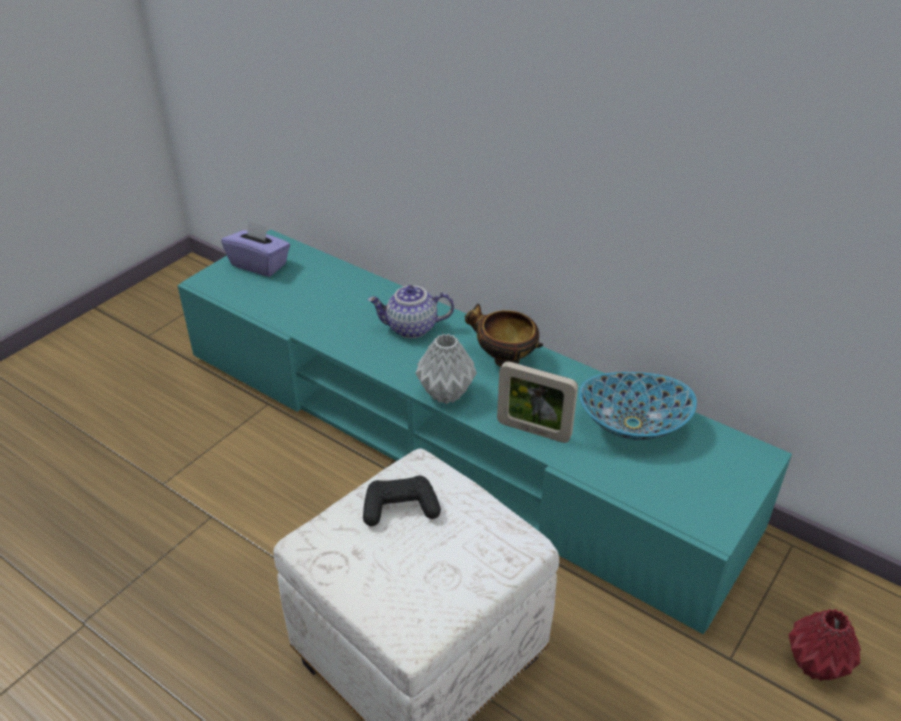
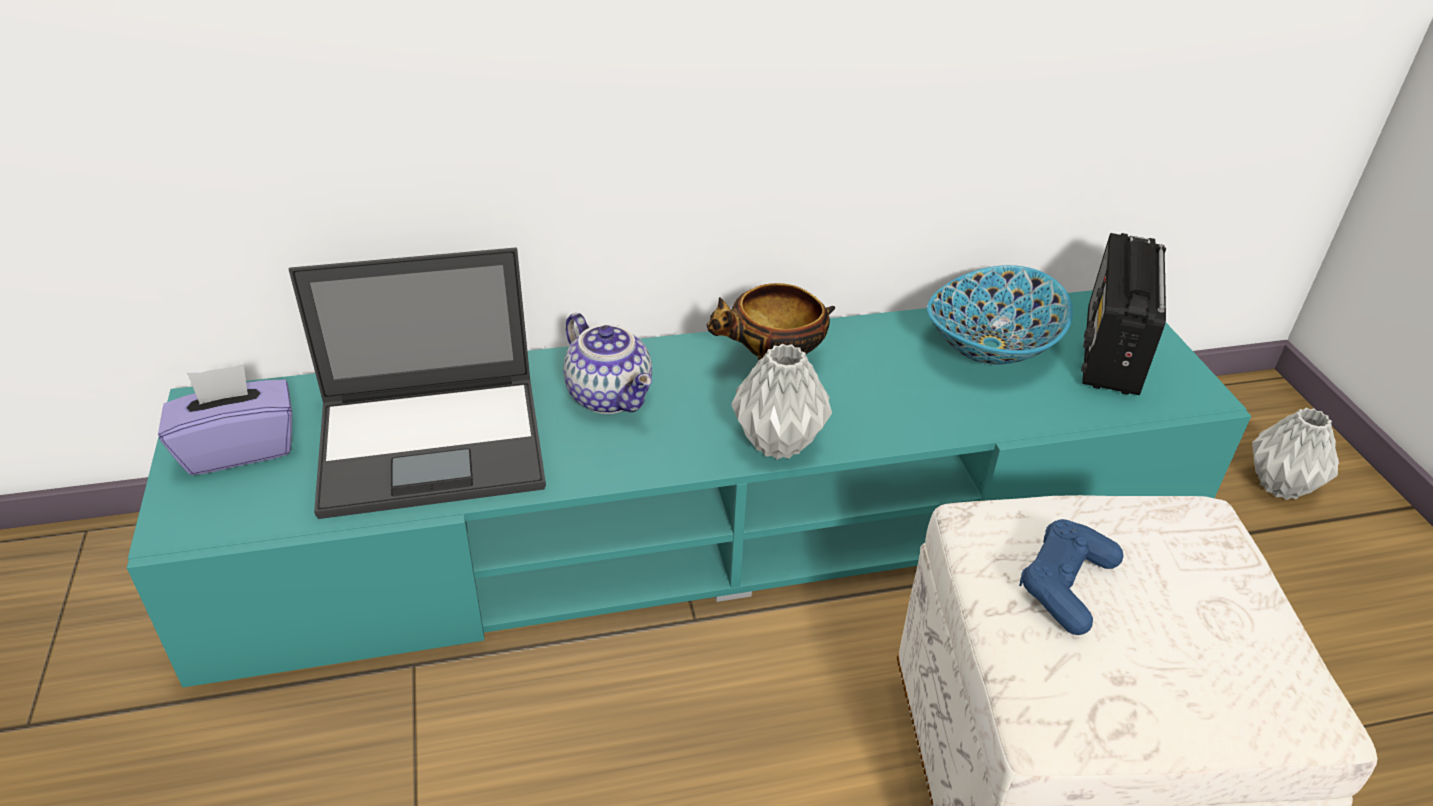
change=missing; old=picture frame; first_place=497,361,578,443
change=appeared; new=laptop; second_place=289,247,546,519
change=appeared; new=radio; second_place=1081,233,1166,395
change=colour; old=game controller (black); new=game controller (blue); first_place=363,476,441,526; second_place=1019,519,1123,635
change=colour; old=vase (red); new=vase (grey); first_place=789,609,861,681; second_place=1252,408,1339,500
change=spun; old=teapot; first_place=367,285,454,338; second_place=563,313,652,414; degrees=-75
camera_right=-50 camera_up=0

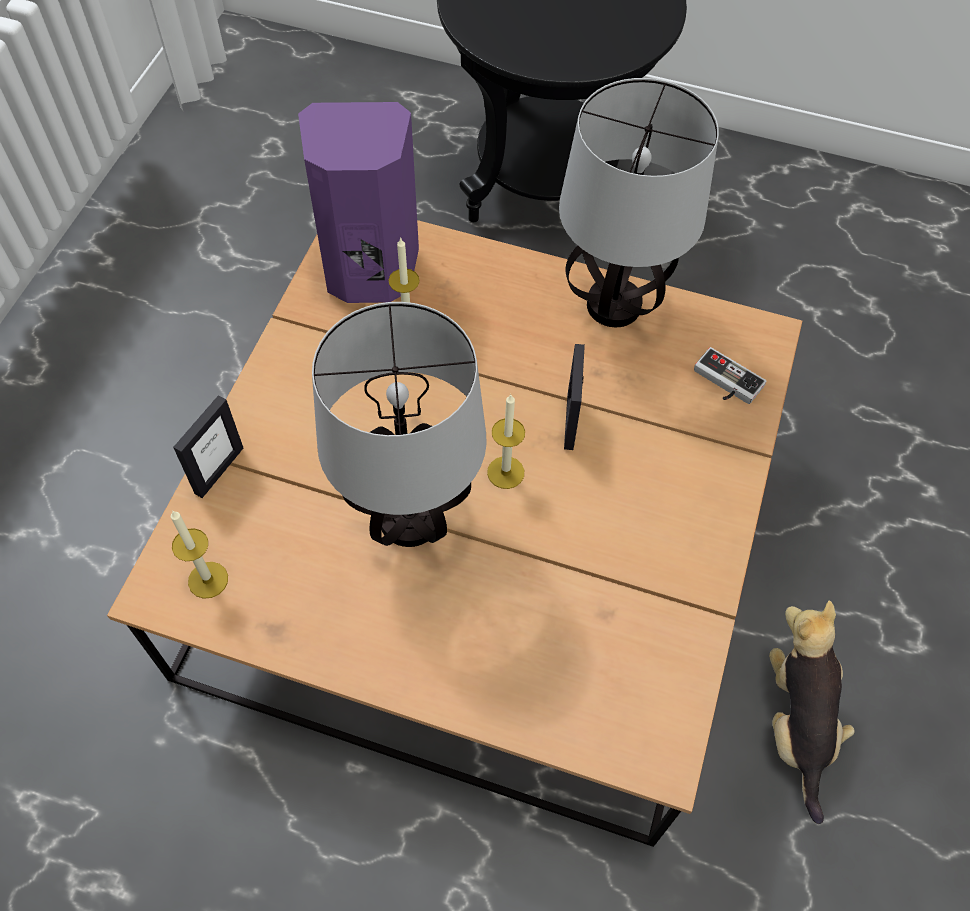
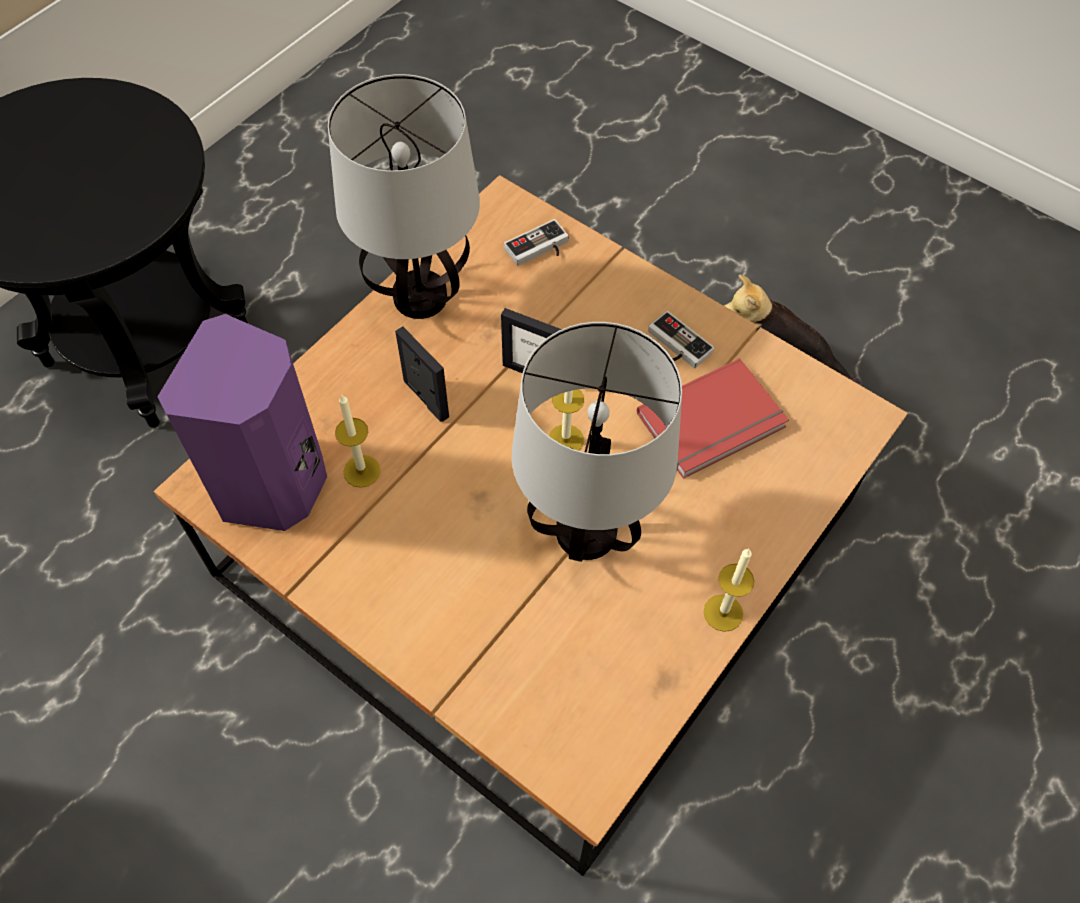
change=appeared; new=book (red); second_place=637,358,789,479
change=appeared; new=game controller; second_place=648,311,715,368
change=relocated; old=candle; first_place=171,510,228,599; second_place=704,549,754,632
change=relocated; old=picture frame; first_place=173,395,243,498; second_place=395,326,449,422
camera_right=-70 camera_up=0

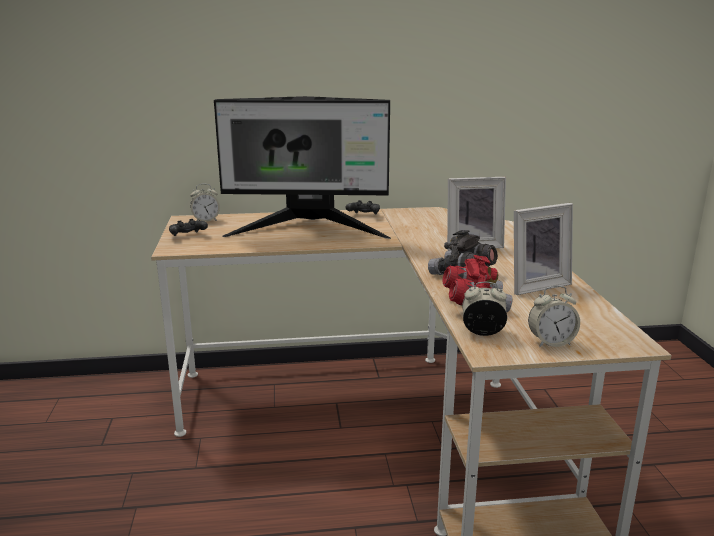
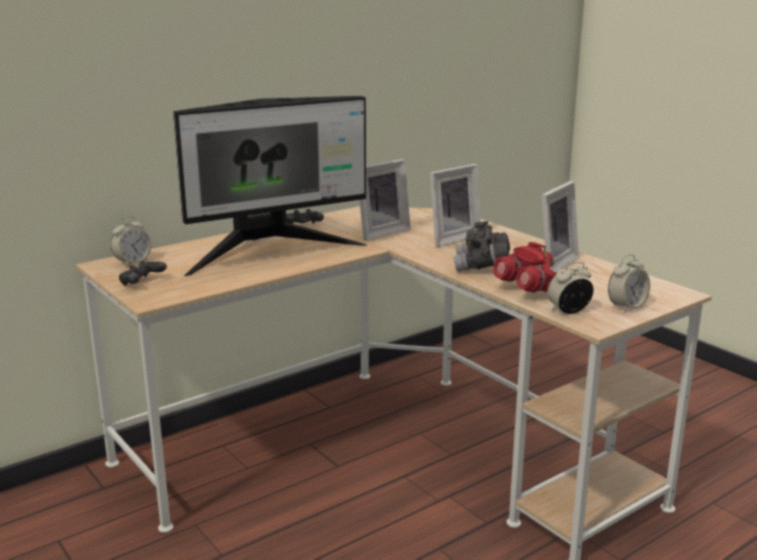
change=appeared; new=picture frame; second_place=360,159,411,241
camera_right=-30 camera_up=0

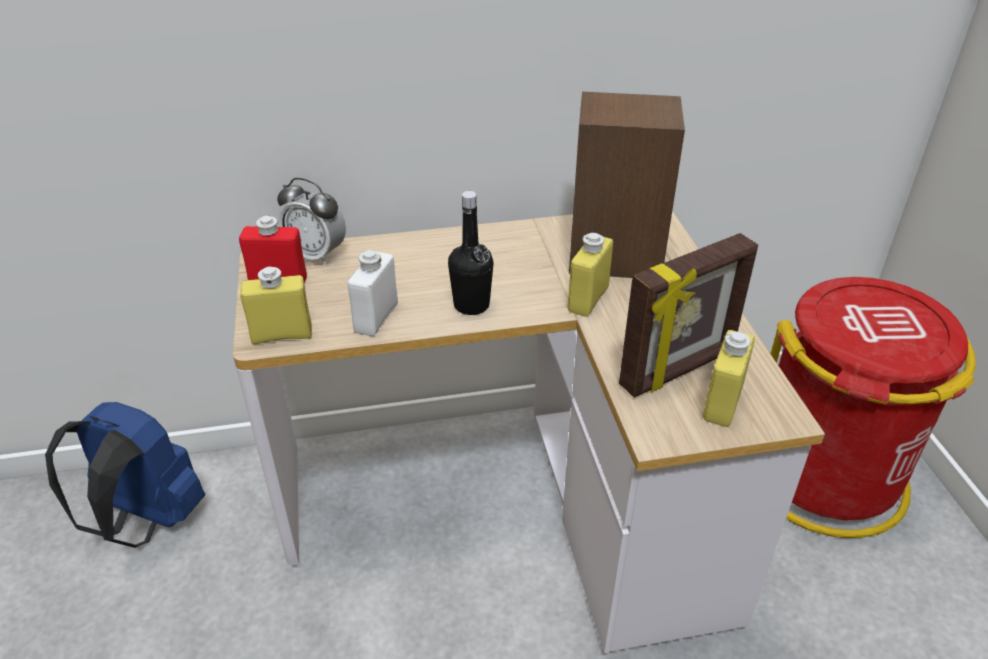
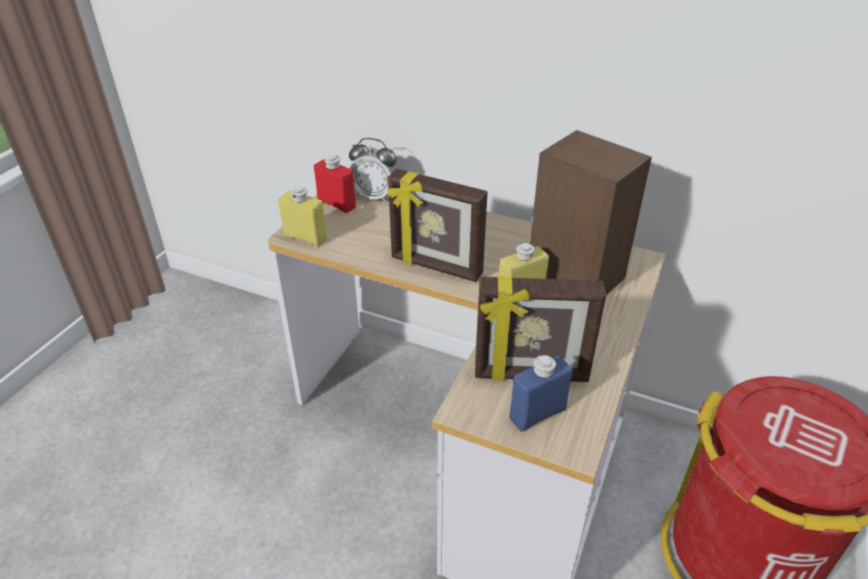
change=missing; old=backpack (blue); first_place=45,402,205,548
change=missing; old=bottle (white); first_place=348,250,398,336
change=exchanged; old=bottle (black); new=picture frame; first_place=448,191,494,315; second_place=387,169,488,282
change=colour; old=bottle (yellow); new=bottle (blue); first_place=703,330,755,427; second_place=510,355,573,431
change=spun; old=alarm clock; first_place=277,178,346,265; second_place=349,138,398,202; degrees=-45
camera_right=35 camera_up=0

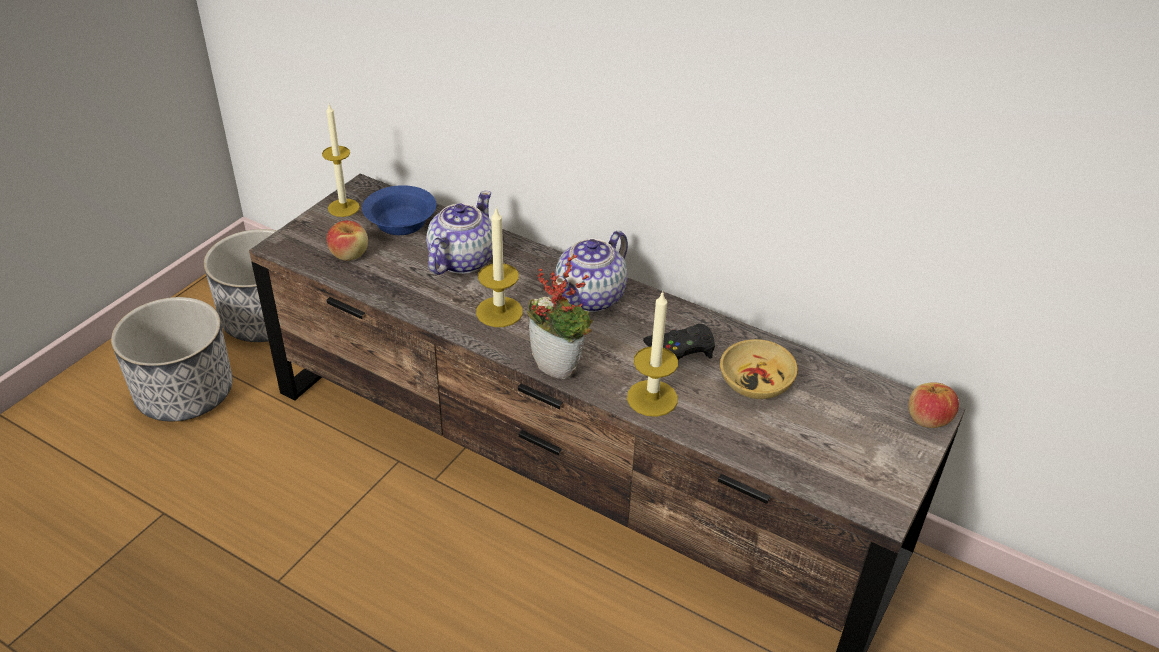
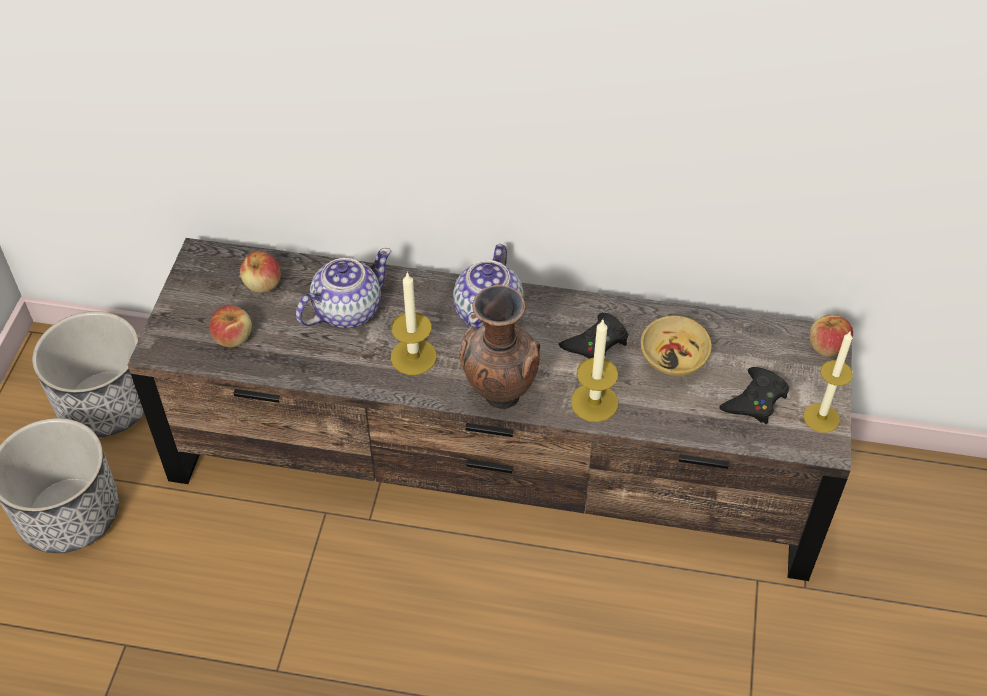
change=appeared; new=game controller (black); second_place=719,367,789,424
change=relocated; old=candle; first_place=322,104,360,217; second_place=804,332,853,433
change=exchanged; old=bowl (blue); new=apple; first_place=362,185,437,235; second_place=240,251,281,293
change=exchanged; old=potted plant; new=vase (brown); first_place=526,254,593,379; second_place=460,284,540,409
change=spun; old=teapot; first_place=426,191,493,275; second_place=296,248,391,328; degrees=45
camera_right=-20 camera_up=10

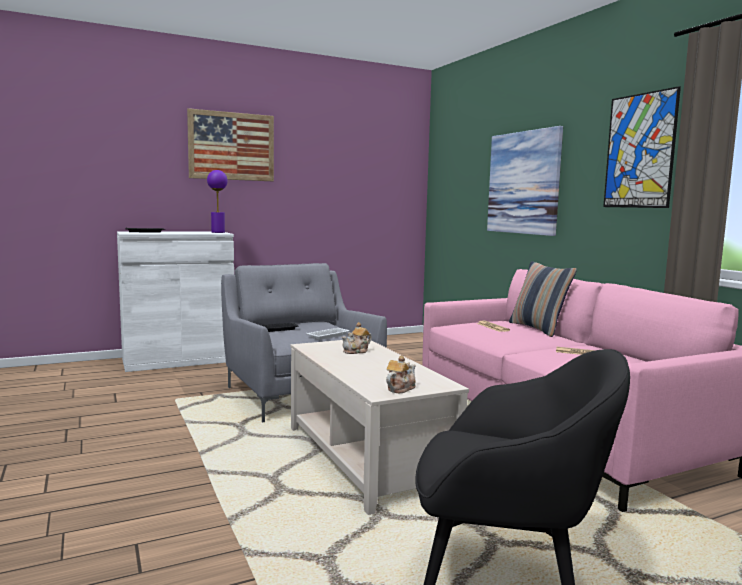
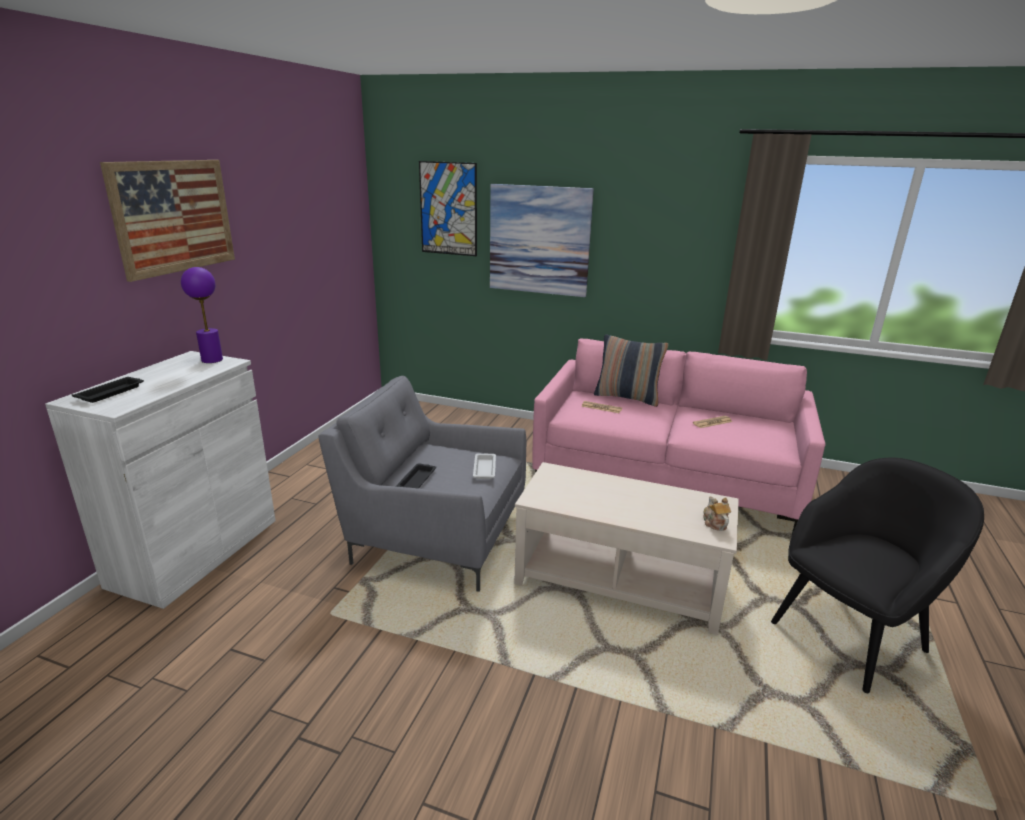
change=missing; old=teapot; first_place=341,322,372,354
change=relocated; old=picture; first_place=603,86,681,208; second_place=419,161,477,256
camera_right=-45 camera_up=15

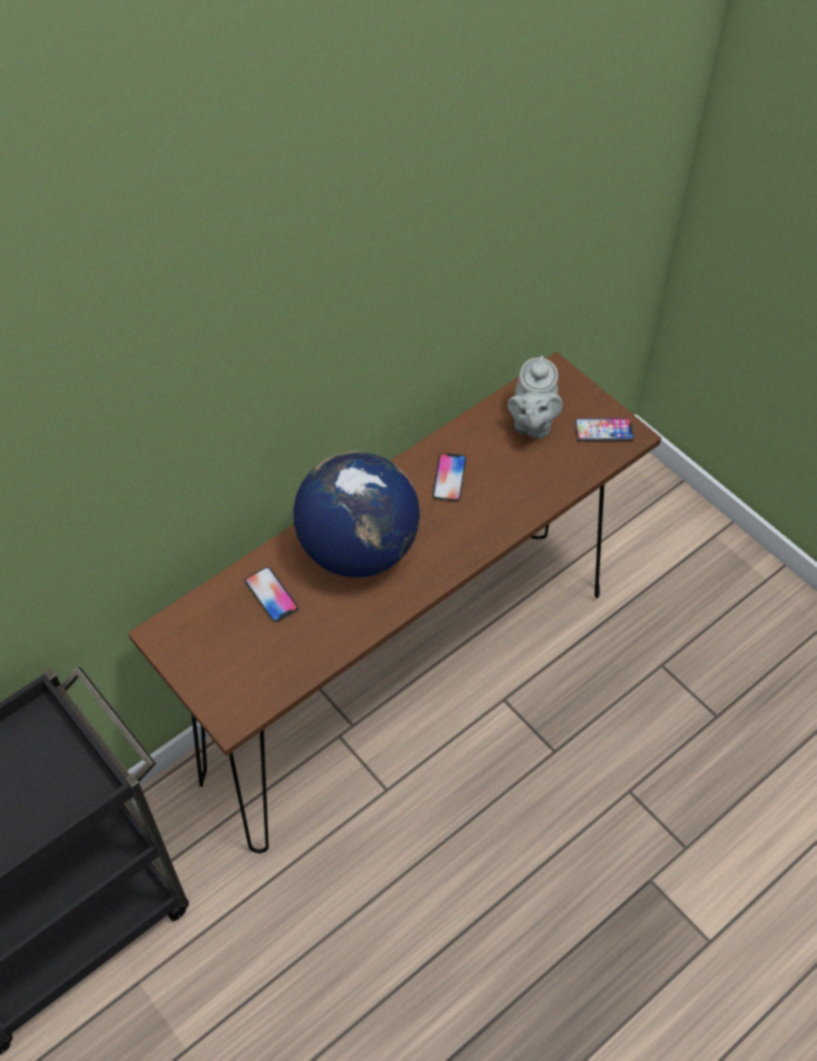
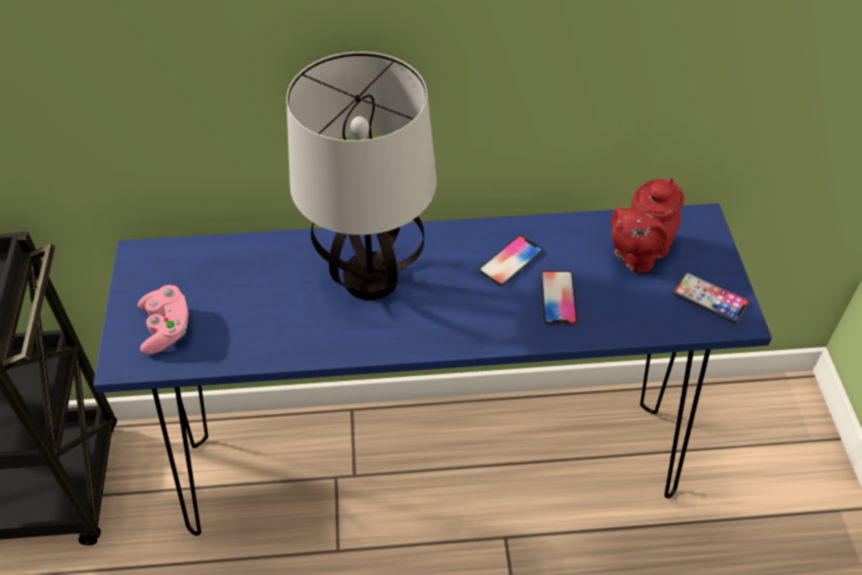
change=appeared; new=game controller (pink); second_place=138,285,189,354
change=relocated; old=phone; first_place=245,567,299,622; second_place=540,271,578,325
change=exchanged; old=globe; new=table lamp; first_place=293,451,420,578; second_place=286,52,436,300
change=colour; old=console table (brown); new=console table (blue); first_place=128,352,661,853; second_place=93,203,772,536
change=colour; old=teapot (grey); new=teapot (red); first_place=508,356,563,439; second_place=611,178,684,273
camera_right=35 camera_up=-5

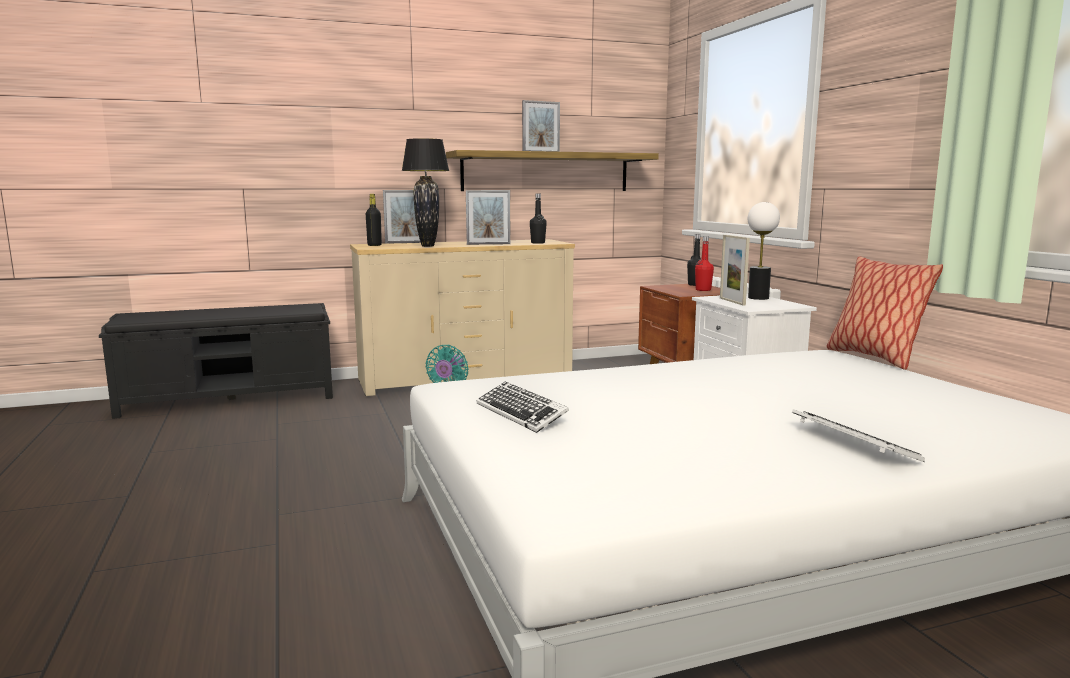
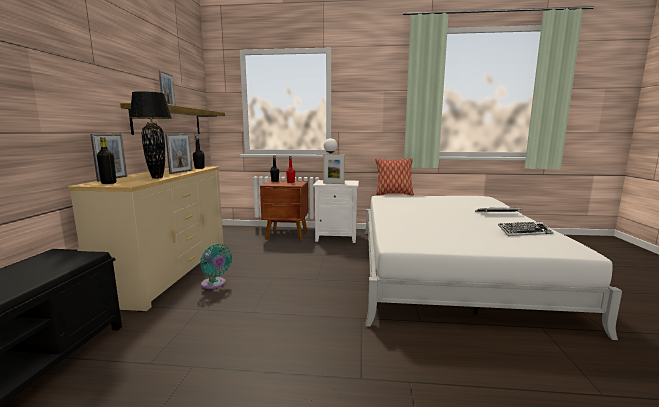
change=relocated; old=keyboard; first_place=477,382,569,433; second_place=498,222,554,236
camera_right=-65 camera_up=0

